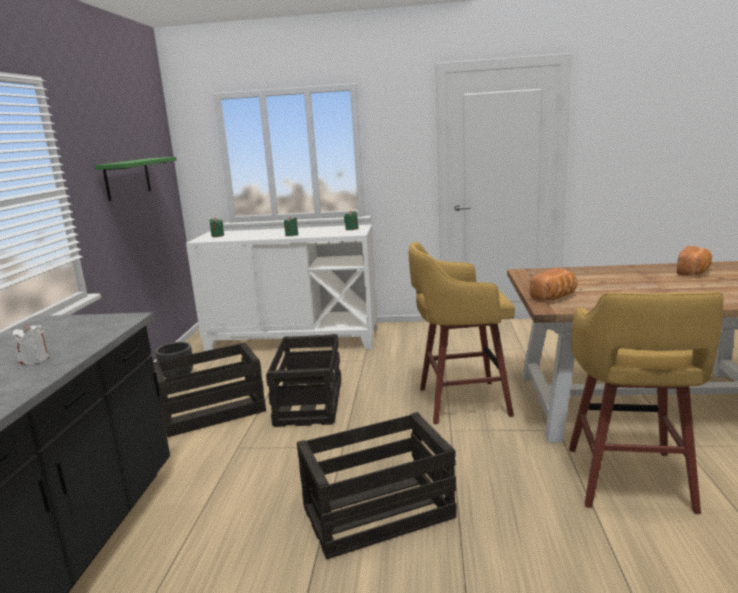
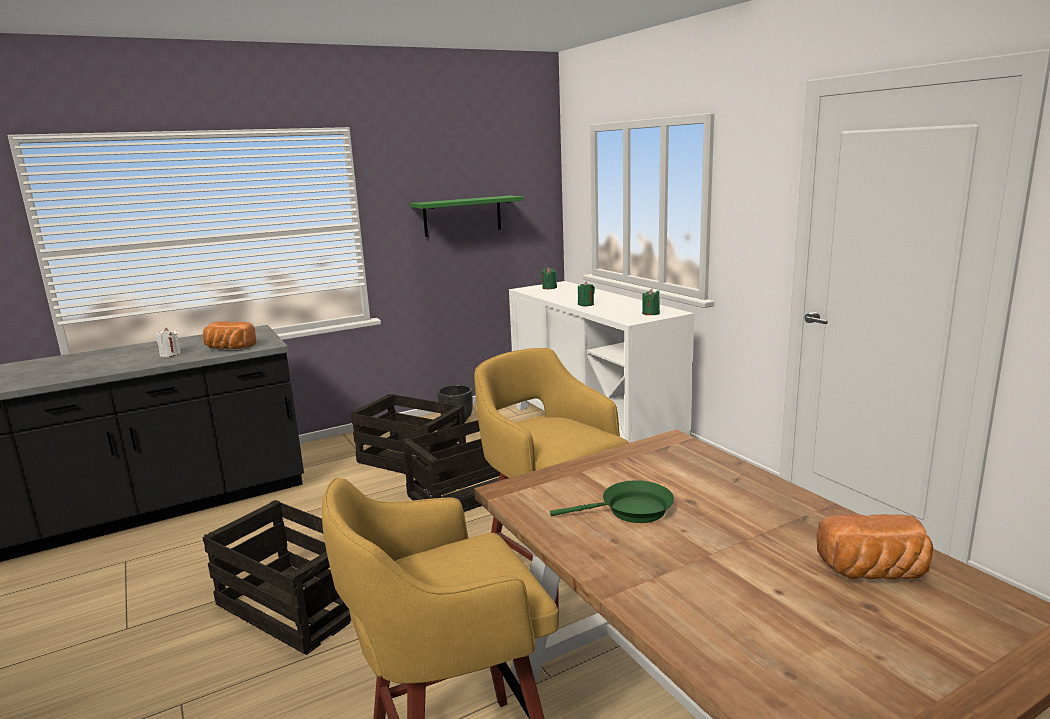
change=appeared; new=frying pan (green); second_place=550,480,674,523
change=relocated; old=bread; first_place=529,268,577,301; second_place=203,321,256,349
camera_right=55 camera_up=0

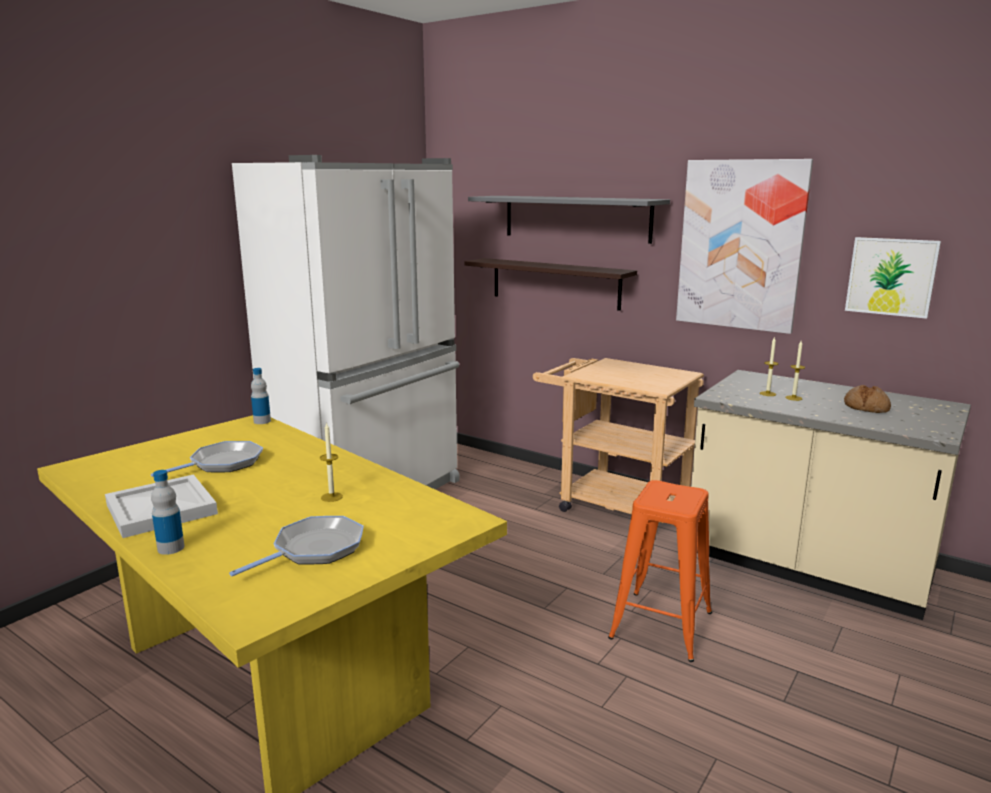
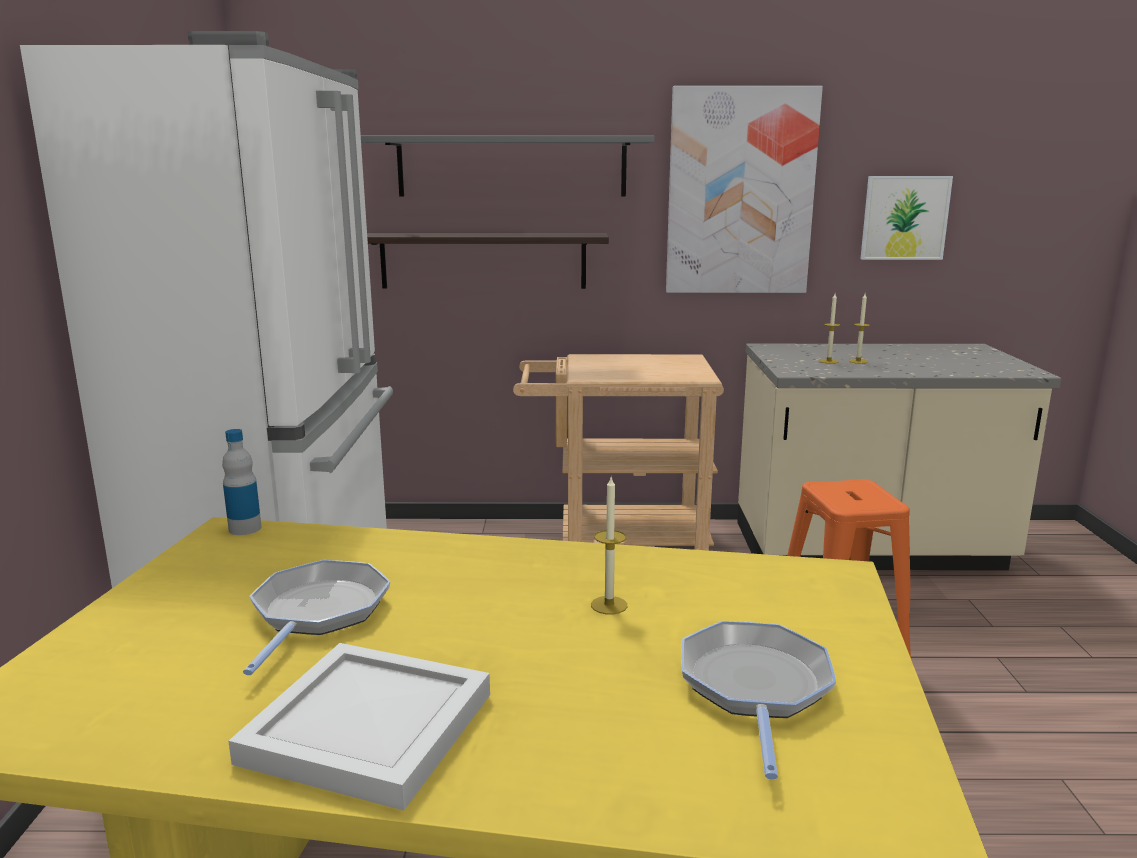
change=missing; old=bottle; first_place=151,470,185,555
change=missing; old=bread; first_place=844,385,891,413
camera_right=-35 camera_up=0

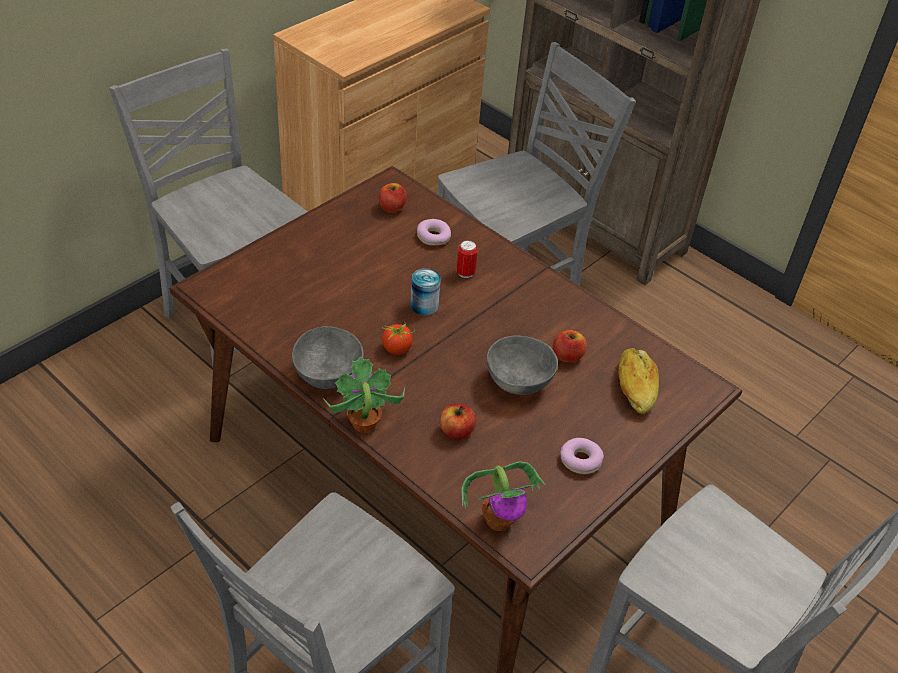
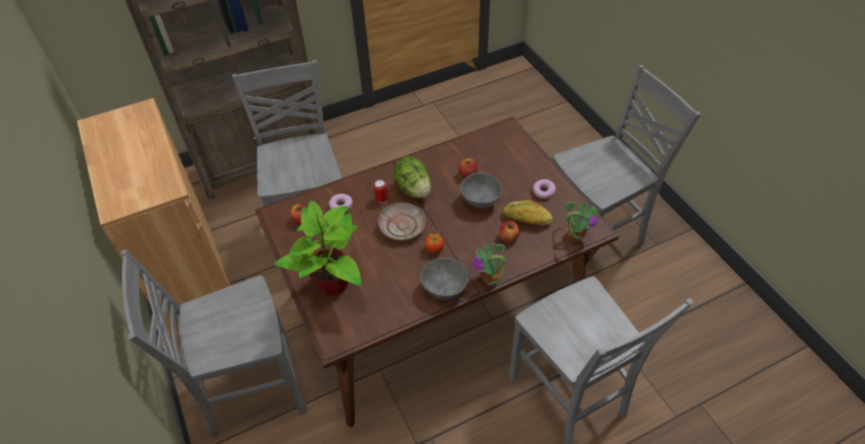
change=appeared; new=potted plant; second_place=274,200,361,296
change=appeared; new=lettuce; second_place=393,156,431,198
change=relocated; old=bread; first_place=619,348,659,414; second_place=503,200,553,225
change=exchanged; old=can; new=plate (beige); first_place=410,268,441,316; second_place=378,203,426,241
camera_right=-65 camera_up=5

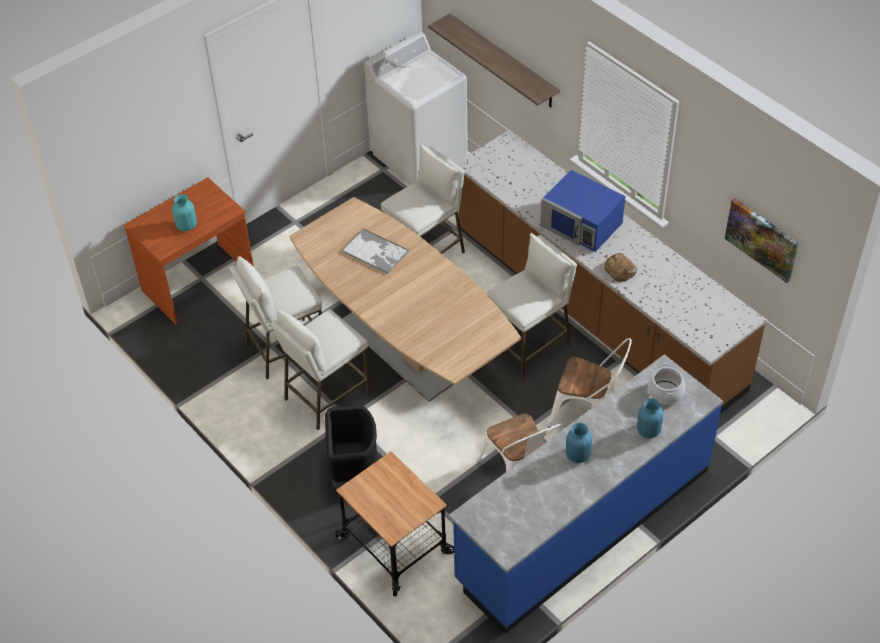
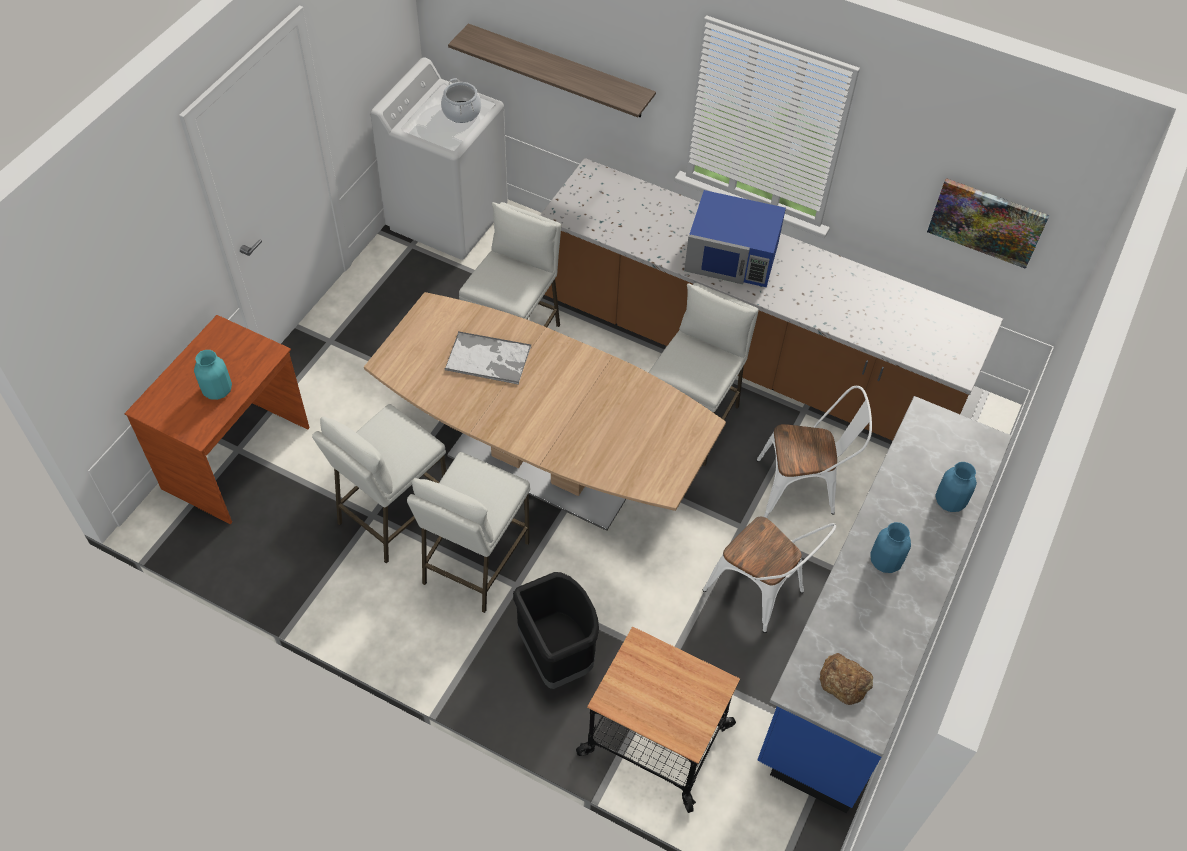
change=relocated; old=bread; first_place=605,253,637,282; second_place=820,653,873,705
change=relocated; old=cooking pot; first_place=648,363,685,405; second_place=441,78,481,123
camera_right=-25 camera_up=5

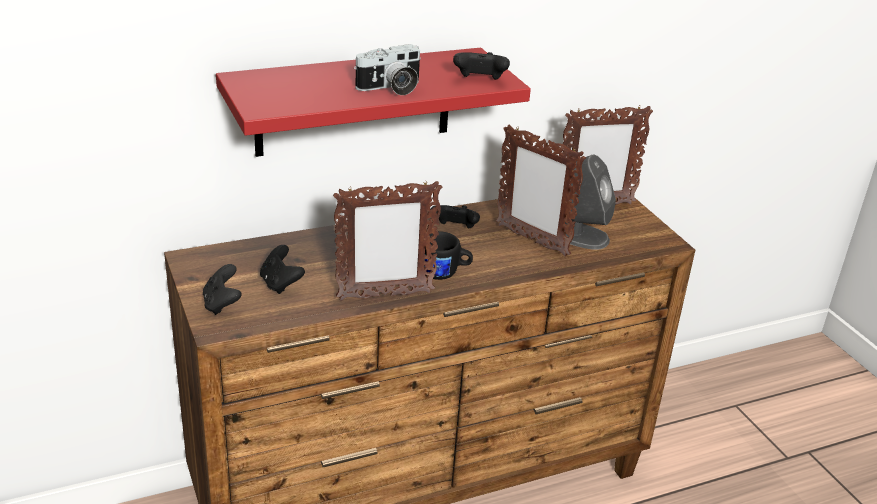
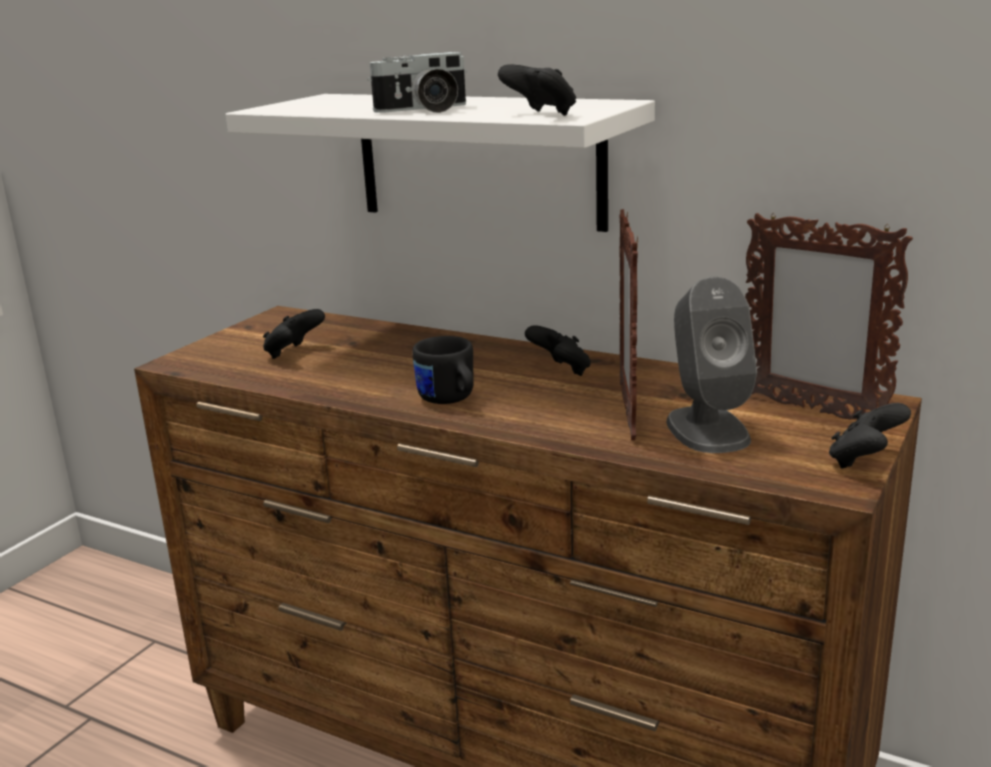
change=missing; old=picture frame; first_place=333,180,442,301
change=relocated; old=game controller (black); first_place=203,264,242,315; second_place=829,403,911,469
change=colour; old=shelf (red); new=shelf (white); first_place=216,48,531,157; second_place=226,94,655,232
change=spun; old=photo camera; first_place=354,44,421,95; second_place=367,52,467,113; degrees=-45
camera_right=55 camera_up=-10

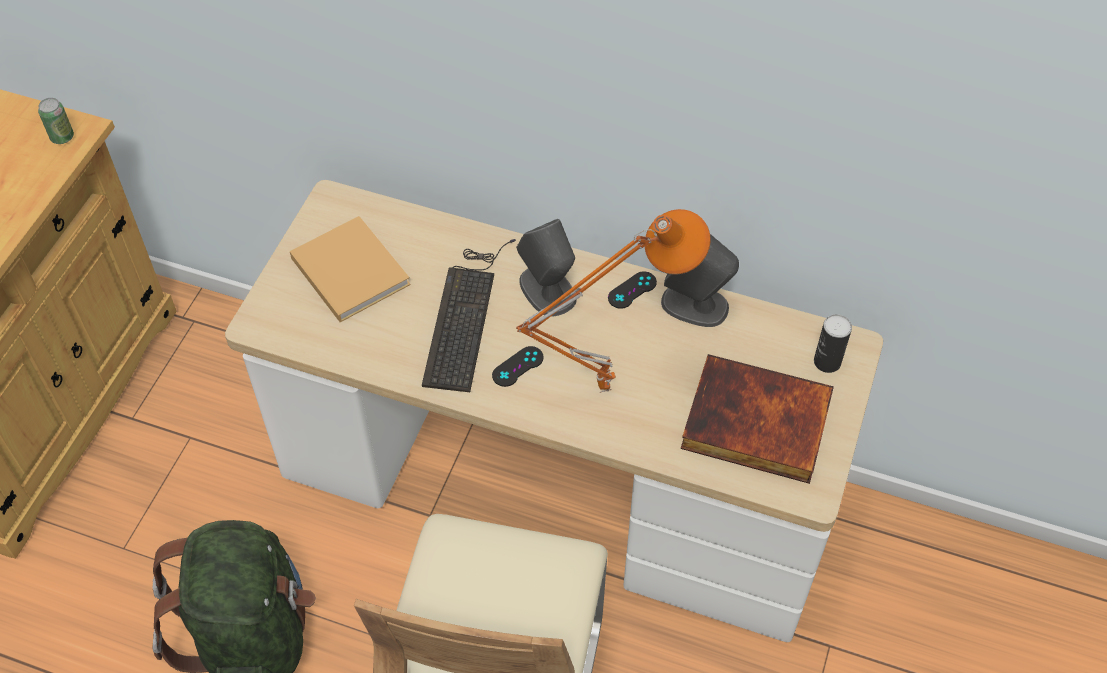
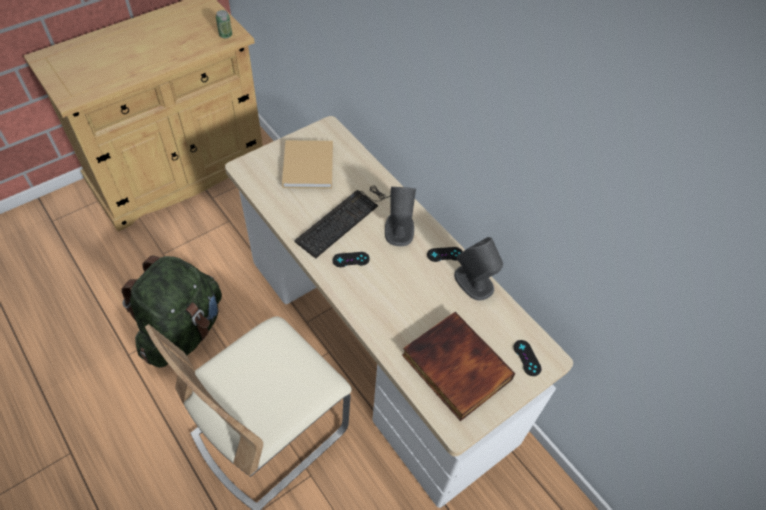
change=missing; old=table lamp (orange); first_place=516,209,711,393
change=exchanged; old=can; new=game controller (black); first_place=814,314,852,373; second_place=513,340,541,376
camera_right=30 camera_up=0

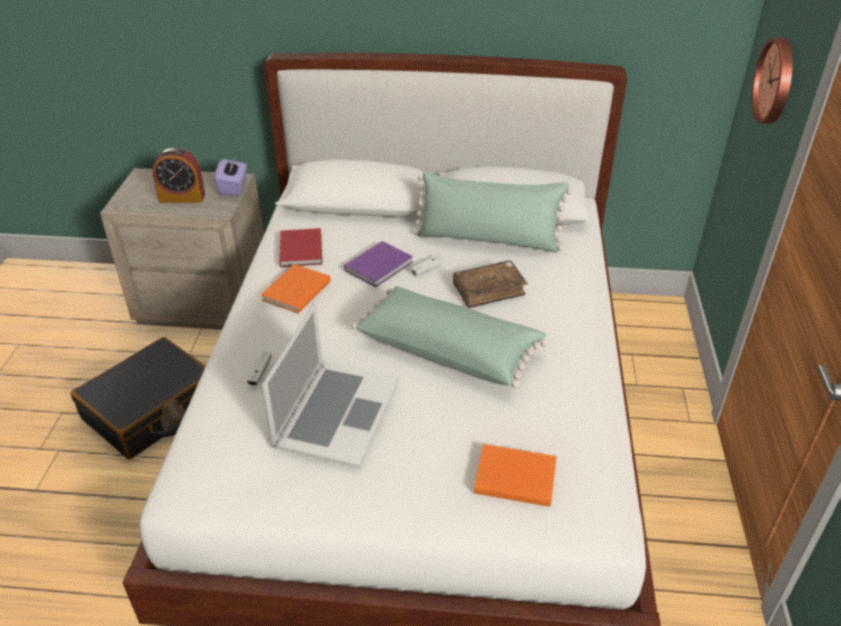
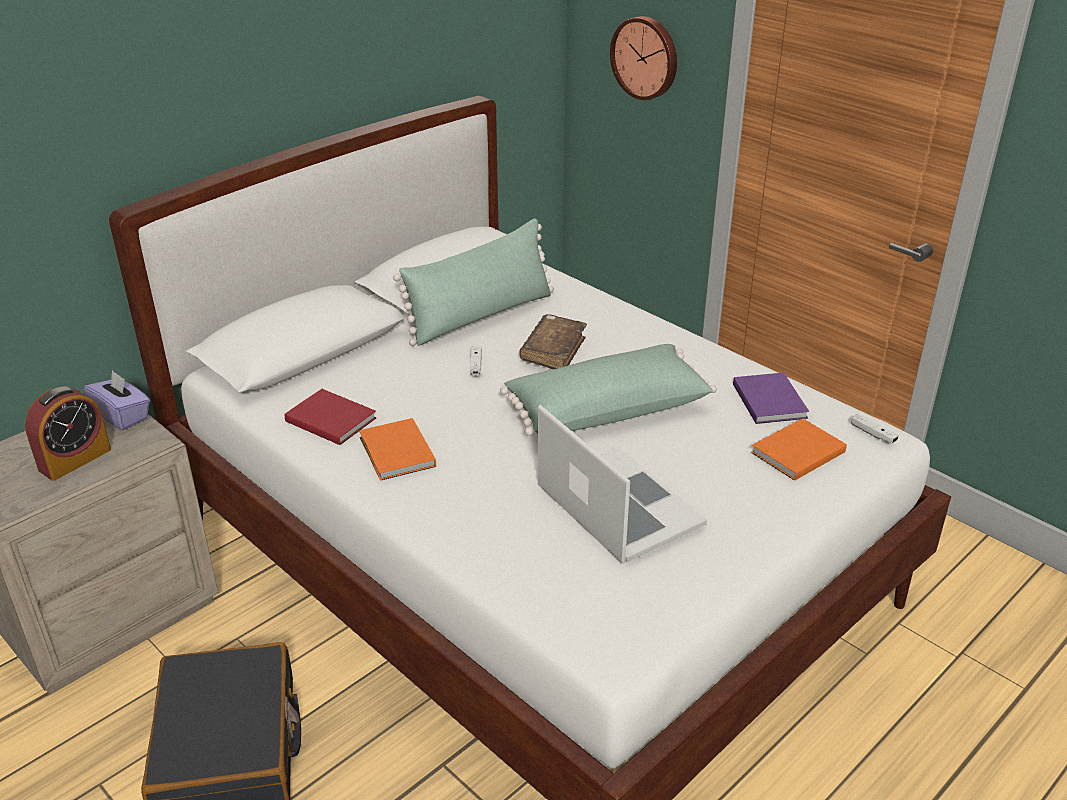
change=relocated; old=game controller (white); first_place=247,352,272,386; second_place=851,413,899,444
change=relocated; old=book (purple); first_place=344,241,413,288; second_place=733,372,809,424
camera_right=-50 camera_up=-5

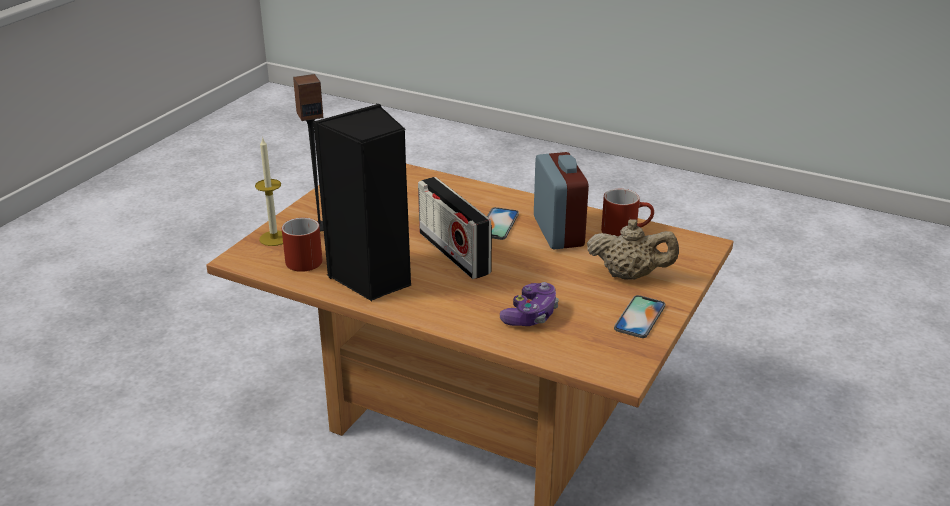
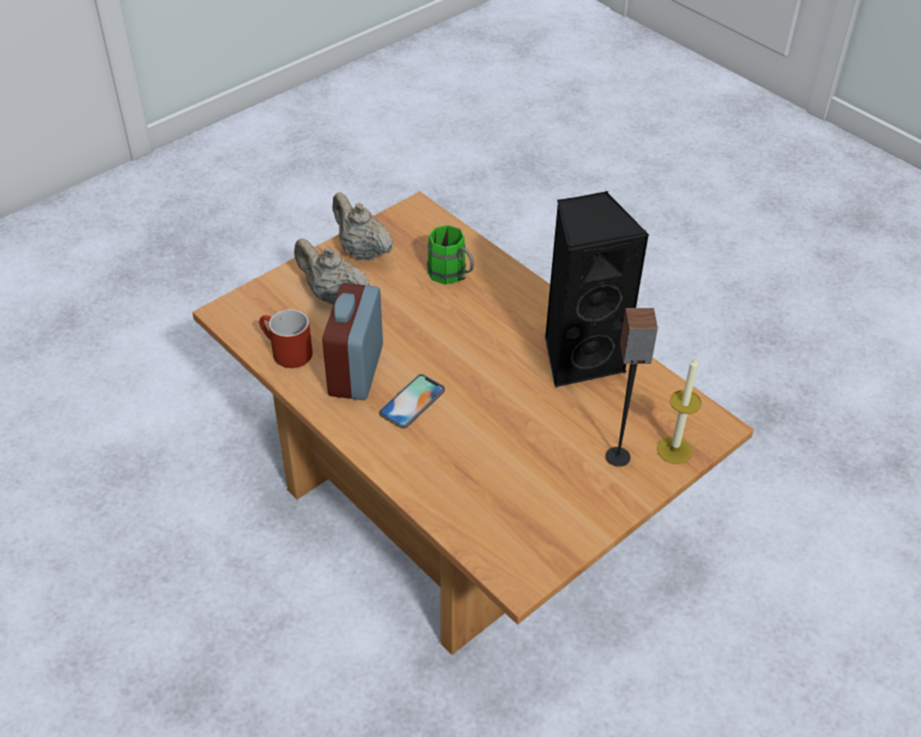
change=missing; old=mug (red); first_place=282,217,322,272
change=missing; old=radio; first_place=418,177,492,279
change=exchanged; old=game controller; new=mug (green); first_place=500,282,559,326; second_place=427,225,474,285
change=exchanged; old=phone; new=teapot (beige); first_place=614,295,665,338; second_place=333,192,393,260
camera_right=-160 camera_up=15

